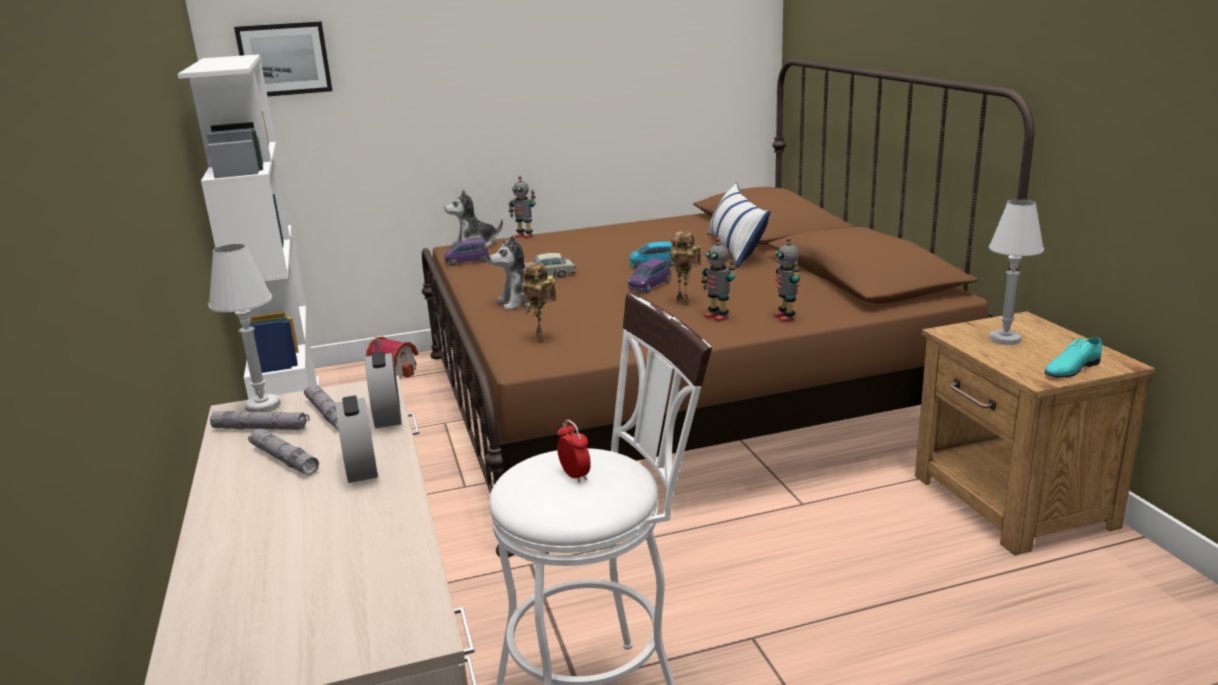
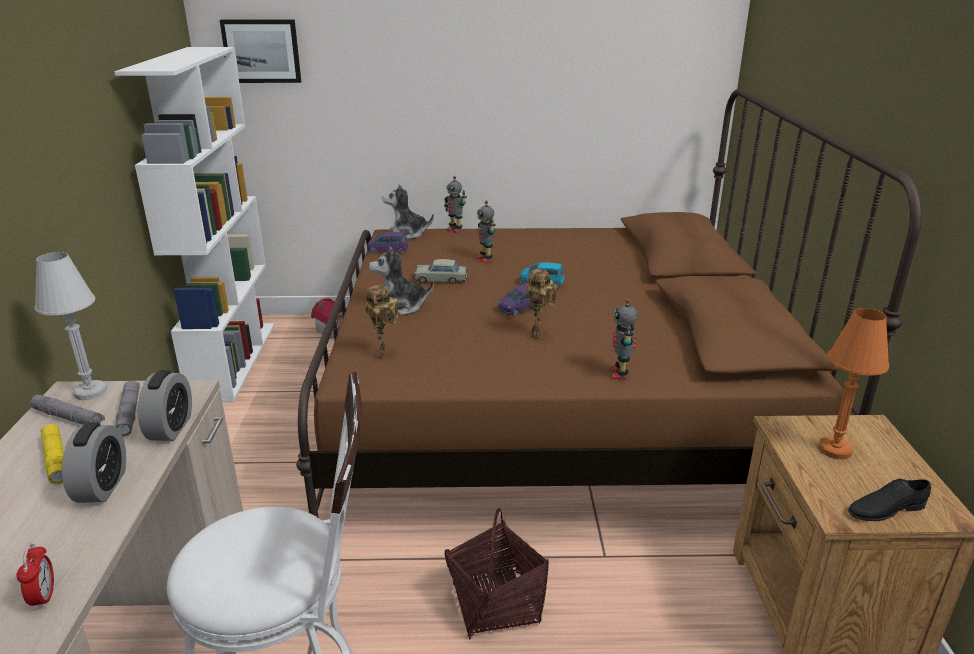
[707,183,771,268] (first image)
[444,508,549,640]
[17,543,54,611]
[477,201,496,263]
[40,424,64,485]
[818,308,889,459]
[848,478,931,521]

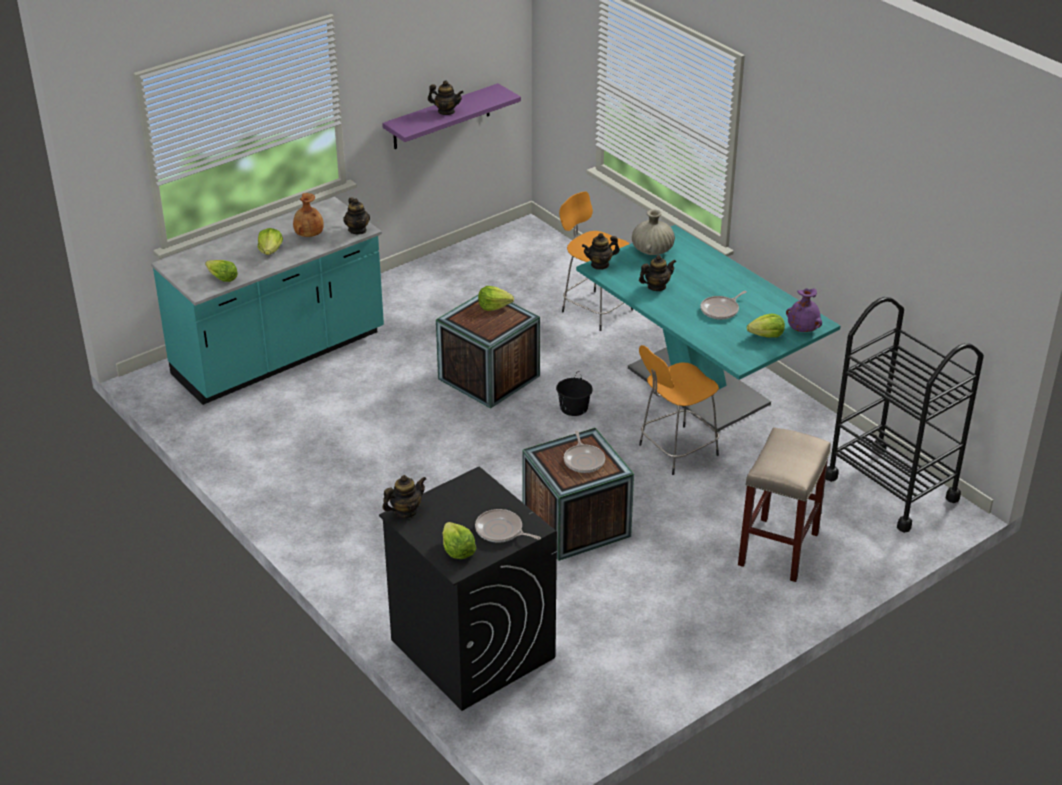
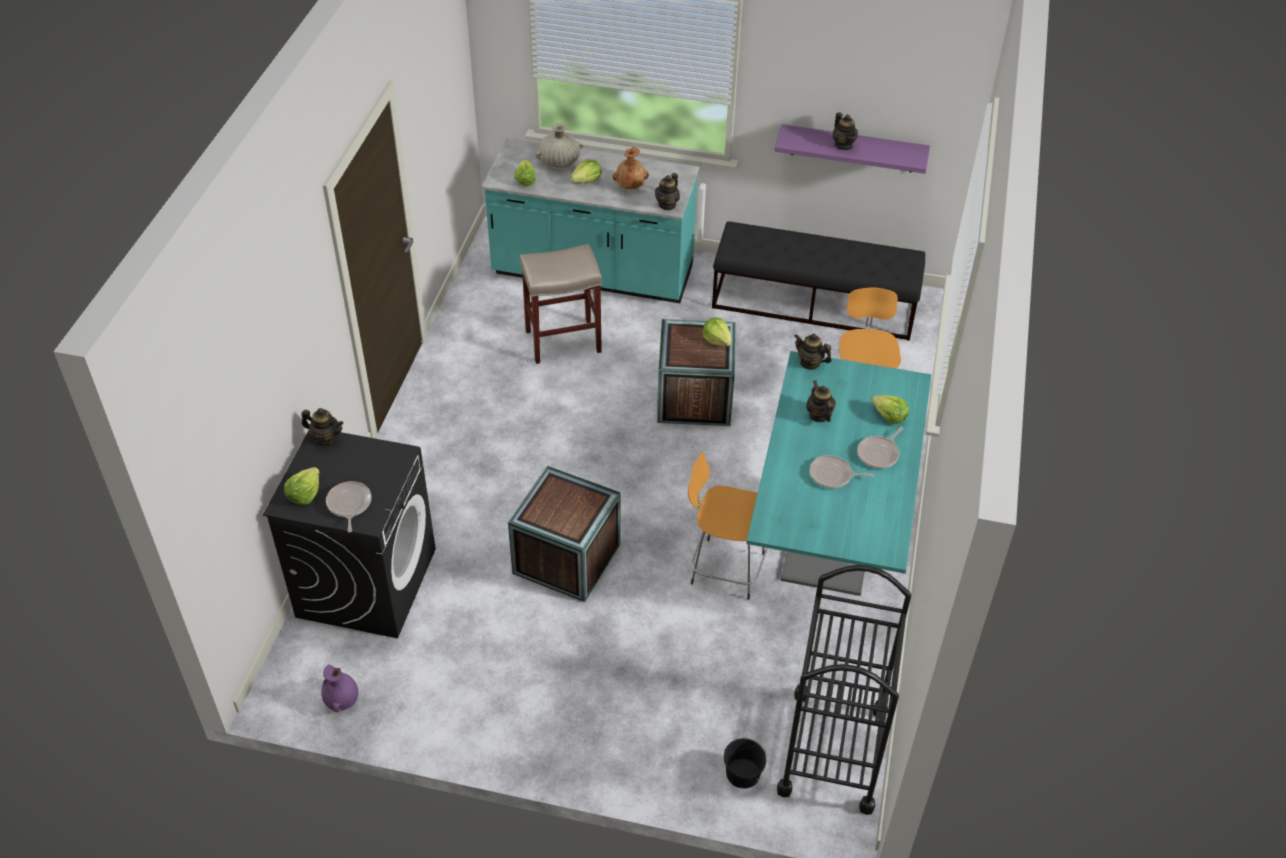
[712,221,925,341]
[724,738,766,789]
[857,427,903,469]
[535,123,583,168]
[520,244,602,364]
[871,395,909,424]
[321,664,358,712]
[806,380,836,422]

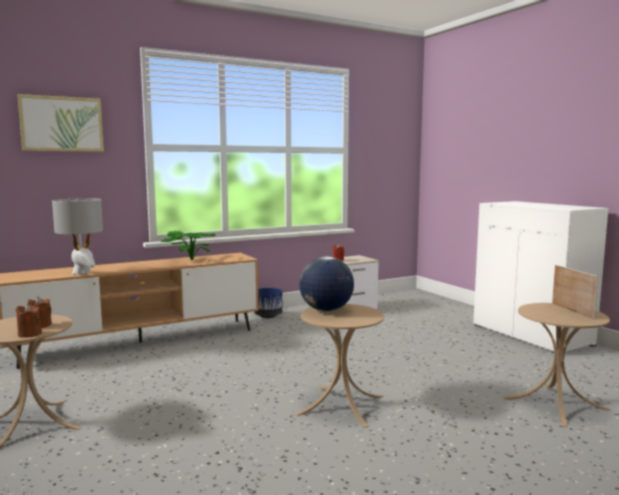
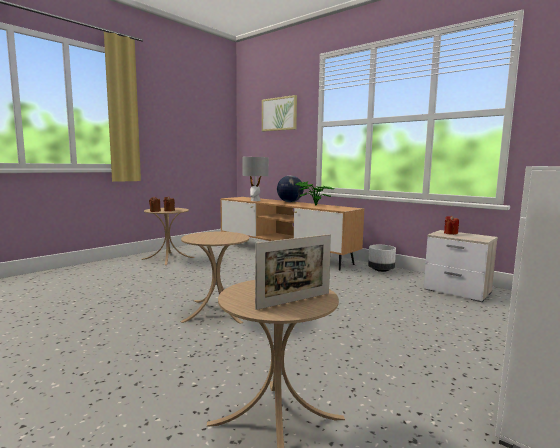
[277,175,304,202]
[368,245,396,272]

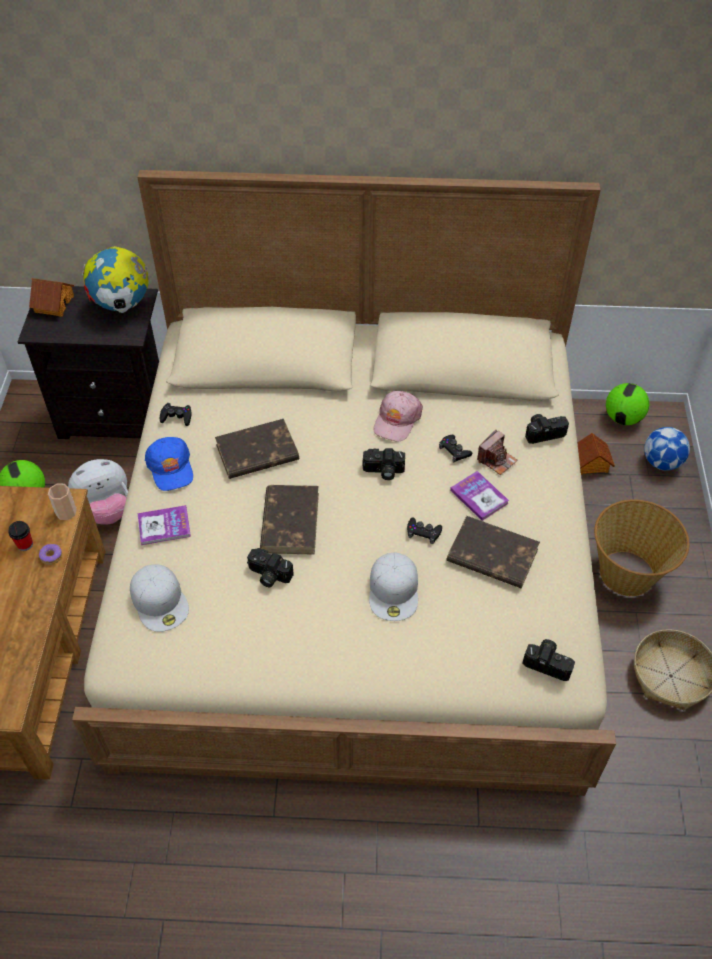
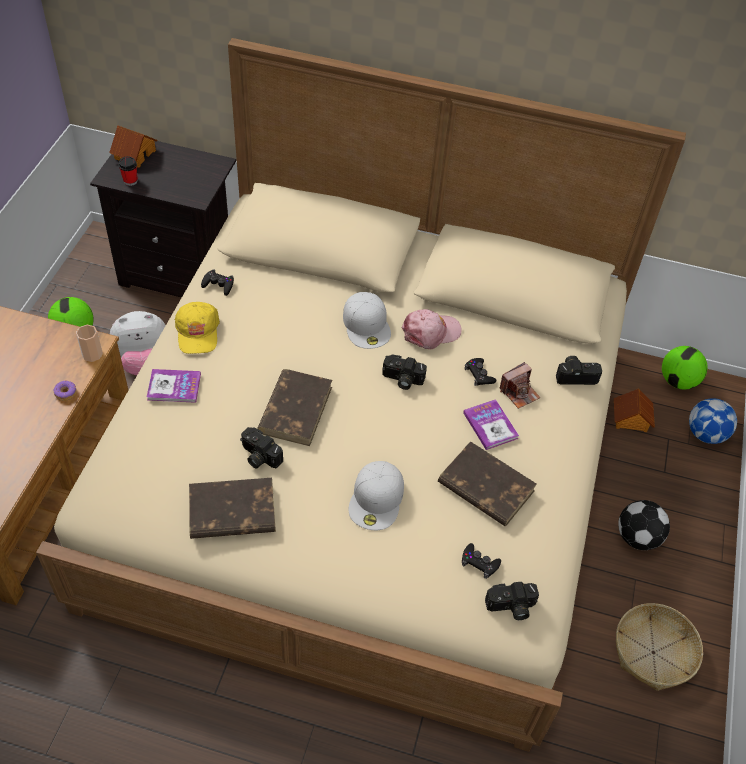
[82,246,149,313] (first image)
[118,156,138,186]
[343,292,391,349]
[189,478,276,539]
[462,543,501,579]
[618,500,670,550]
[174,302,220,354]
[402,309,462,349]
[485,582,539,620]

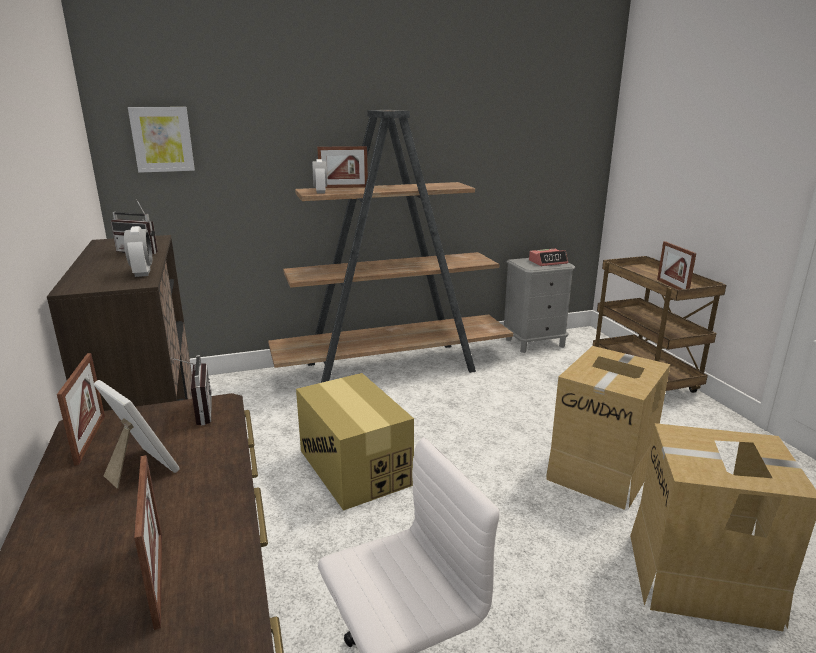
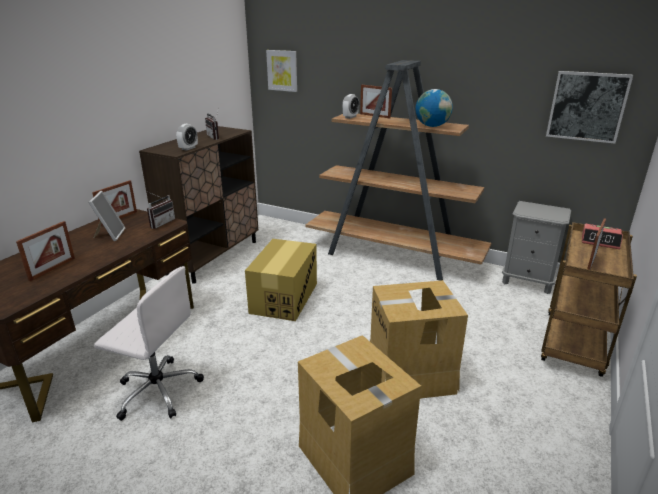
[415,89,453,127]
[546,71,633,144]
[582,224,623,249]

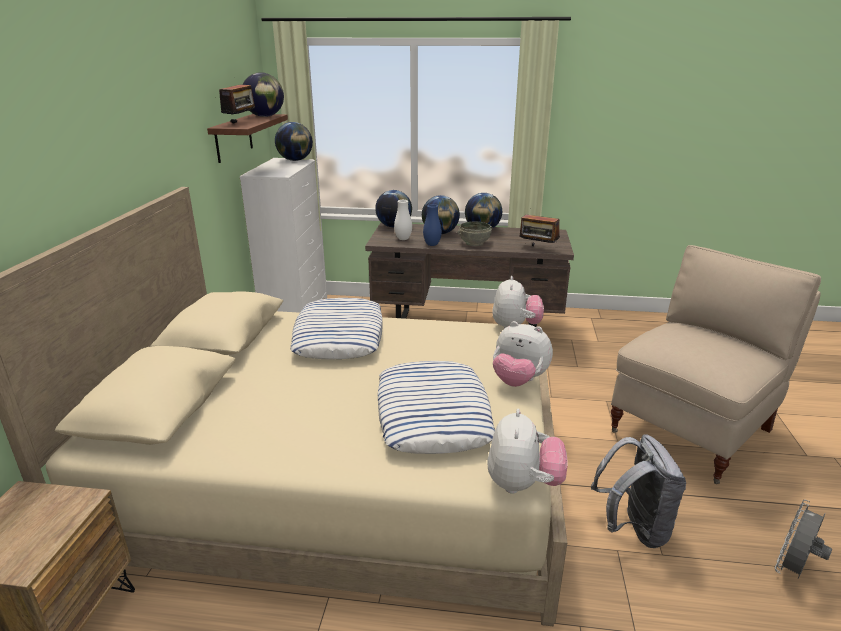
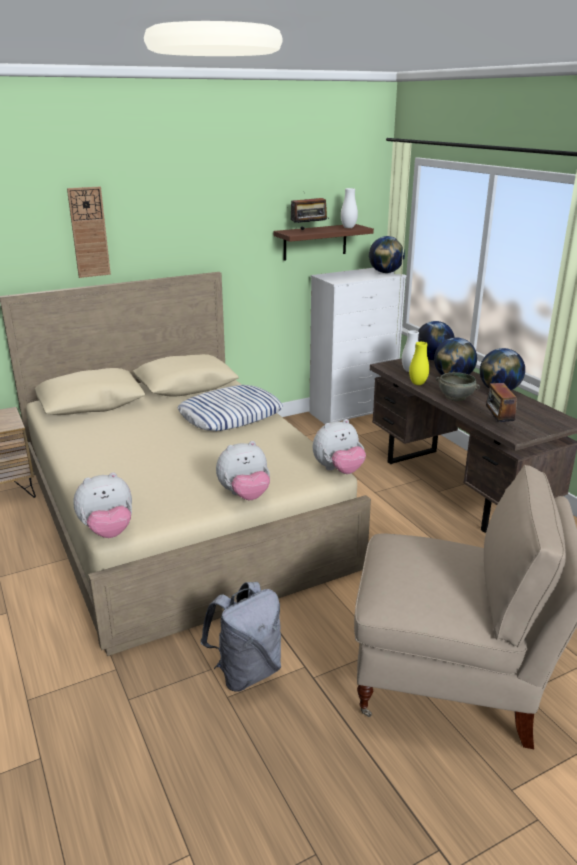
[378,361,495,454] (first image)
[775,500,832,579] (first image)
[67,187,111,278]
[341,188,358,228]
[409,342,429,385]
[216,441,270,500]

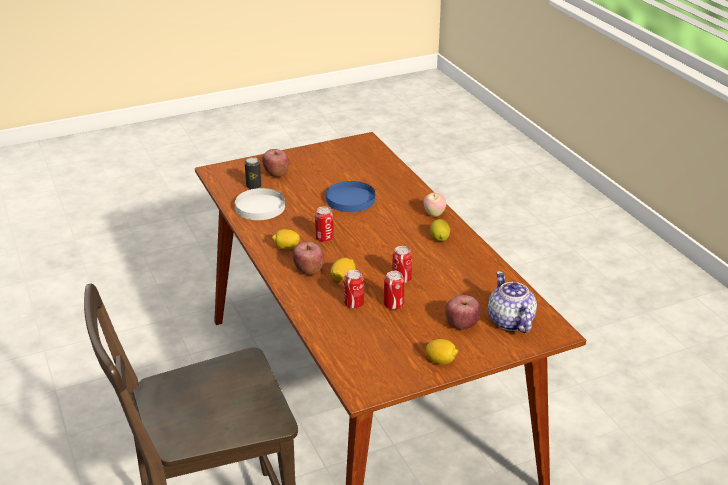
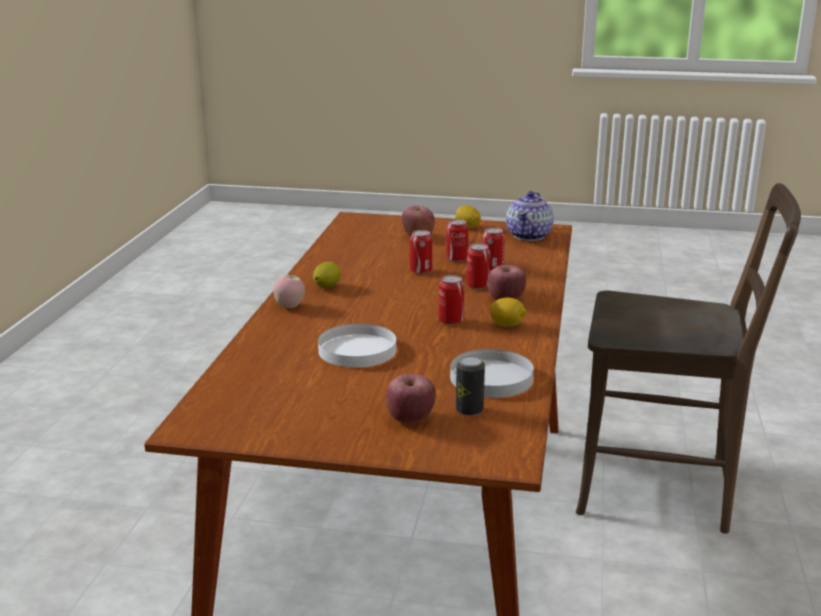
[506,191,554,241]
[466,243,490,289]
[318,324,396,368]

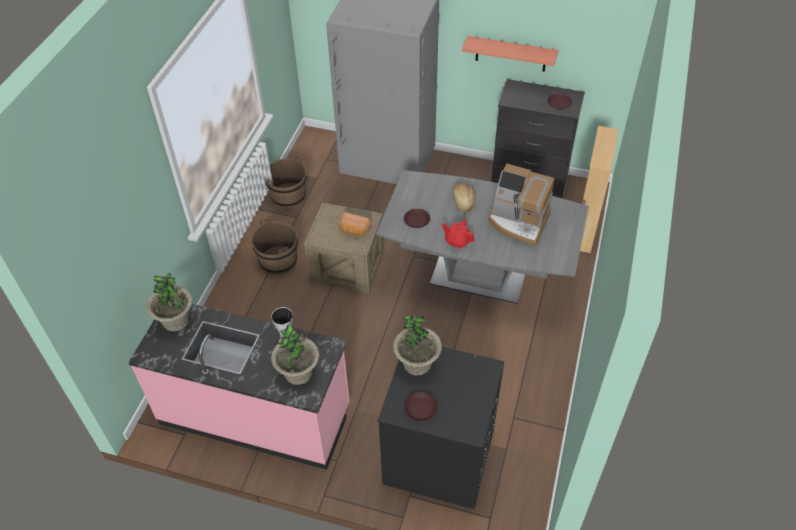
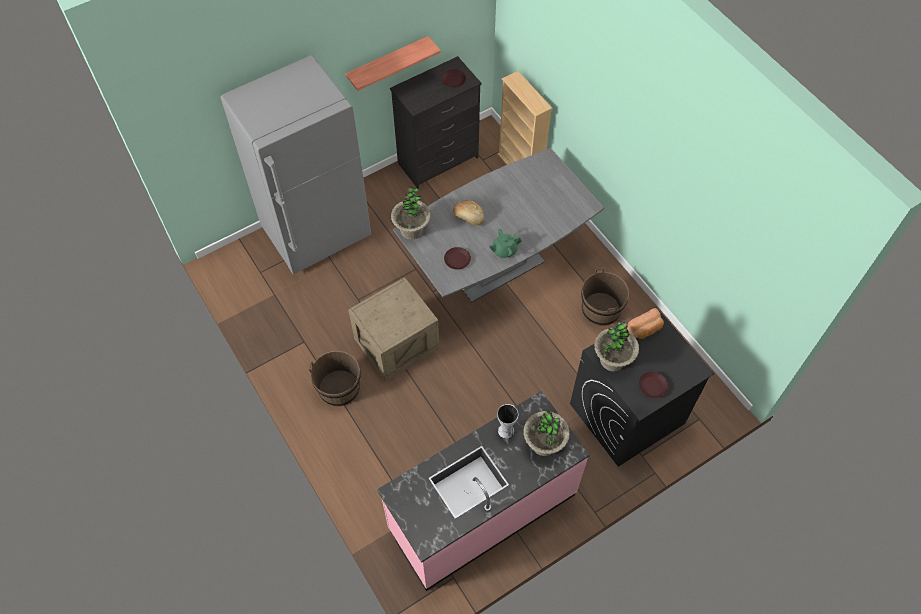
[488,164,554,247] (first image)
[391,187,431,240]
[581,268,629,326]
[627,308,664,339]
[489,229,522,258]

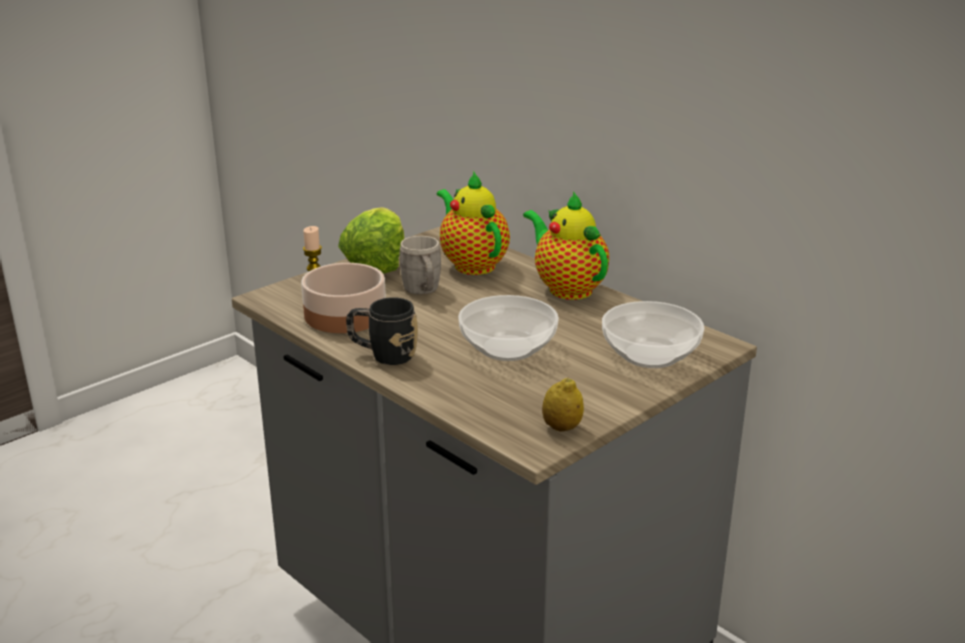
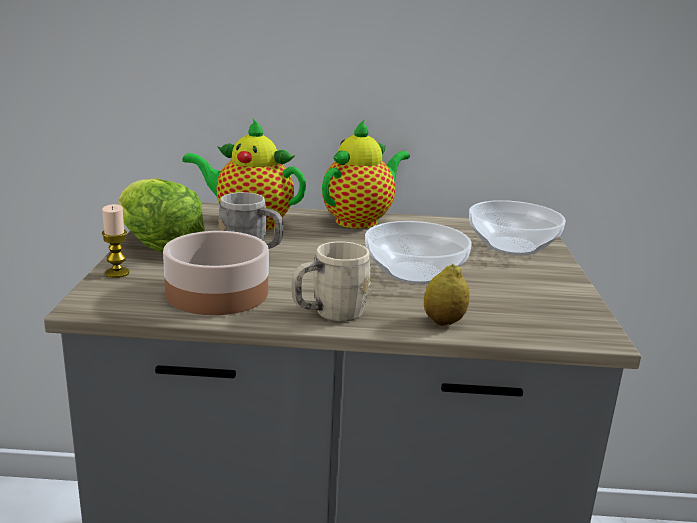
[424,264,470,326]
[291,242,371,322]
[322,119,410,229]

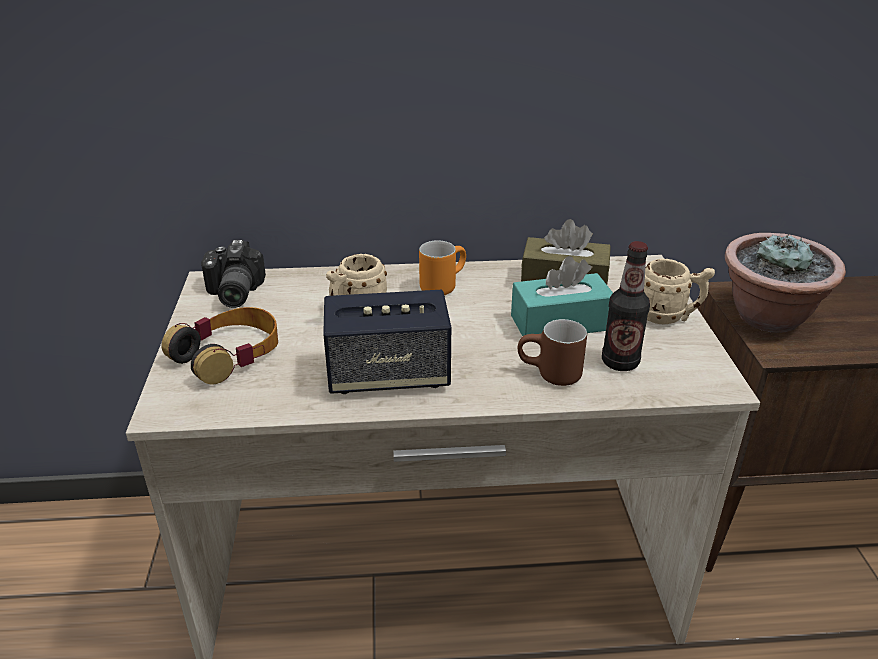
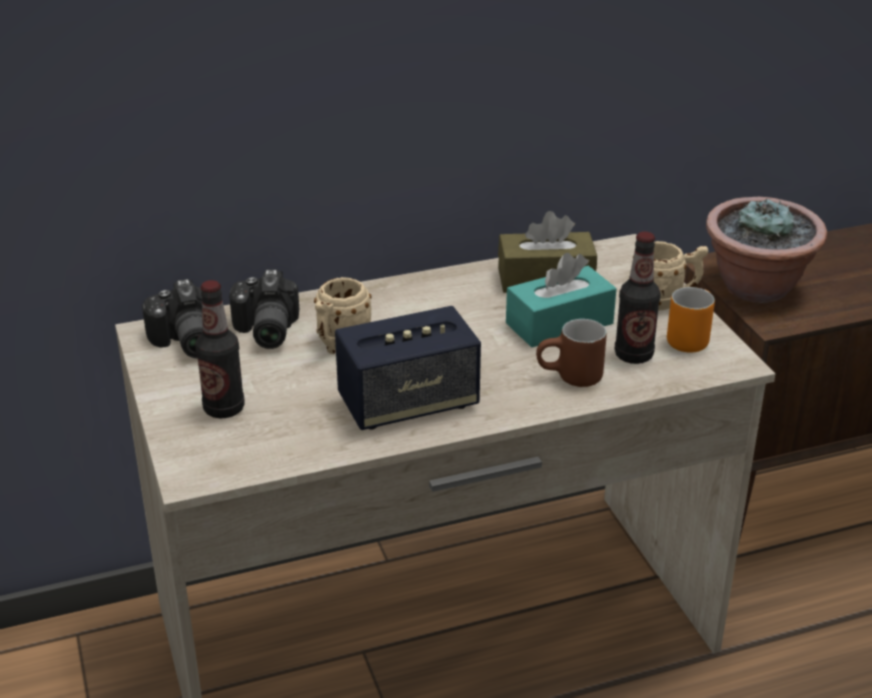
[229,269,299,349]
[667,287,715,353]
[195,280,245,418]

